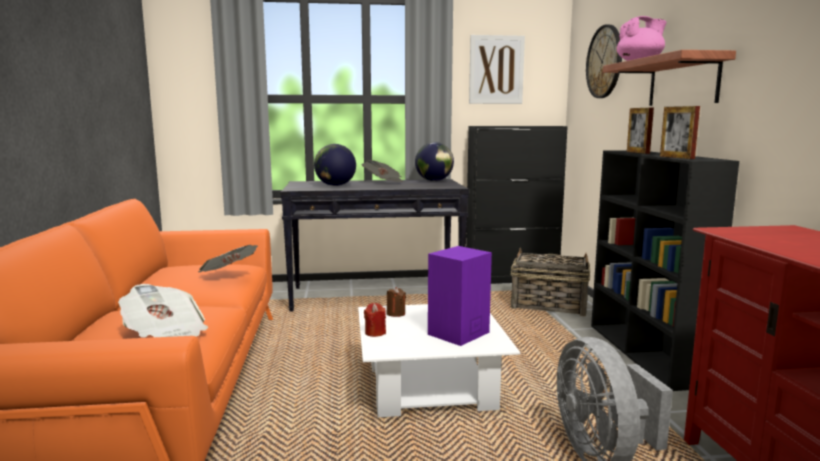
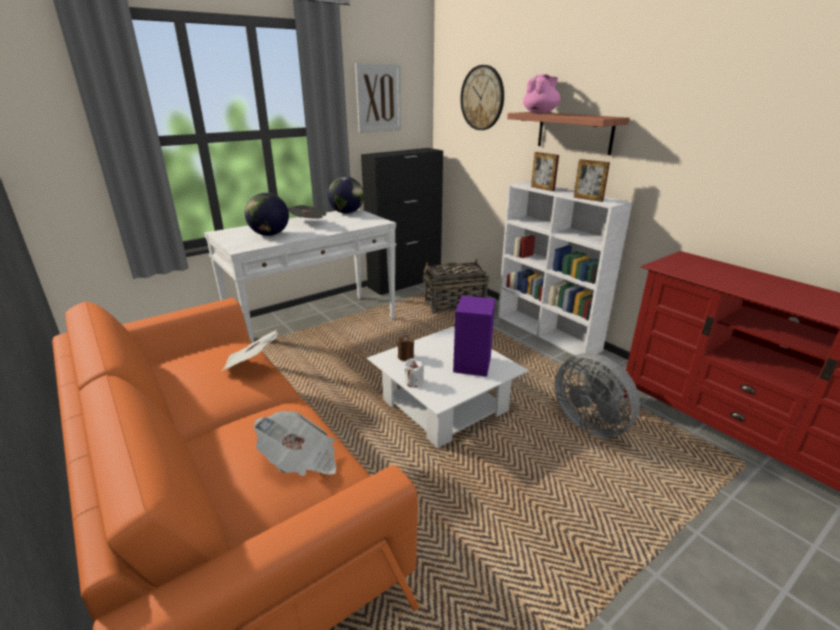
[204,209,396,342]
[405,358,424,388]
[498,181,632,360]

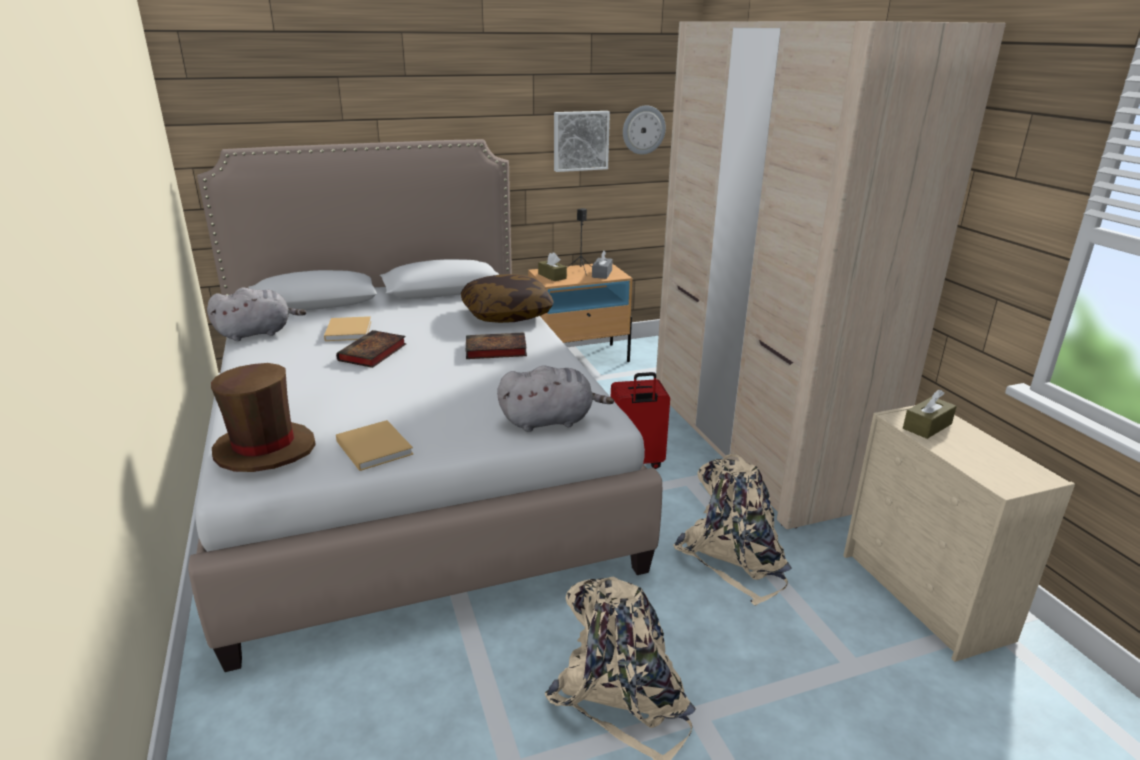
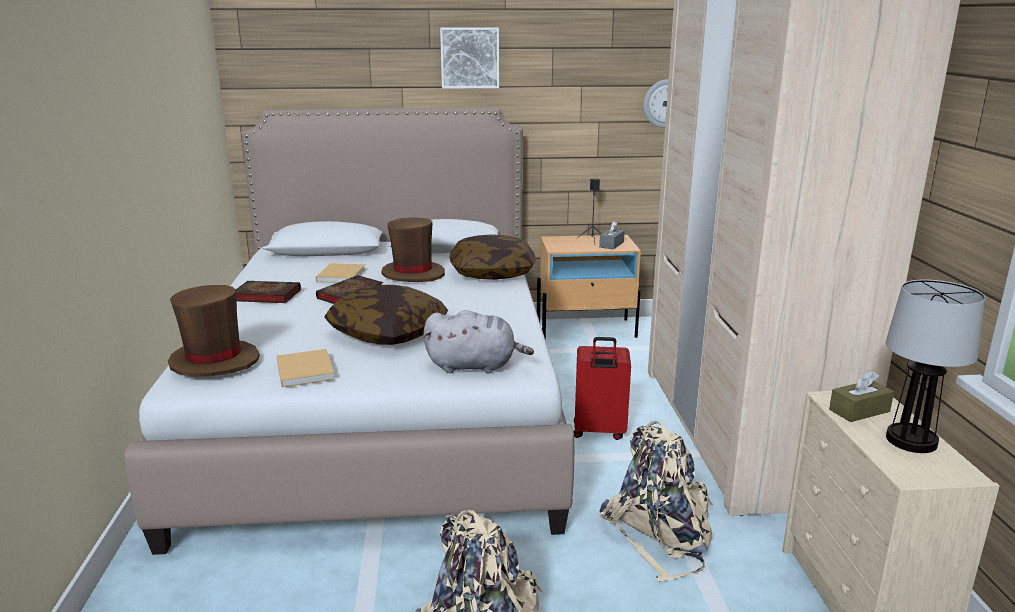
[207,288,306,341] (first image)
[538,252,567,281] (first image)
[324,285,448,345]
[381,217,445,282]
[886,280,986,453]
[236,281,301,303]
[440,27,499,89]

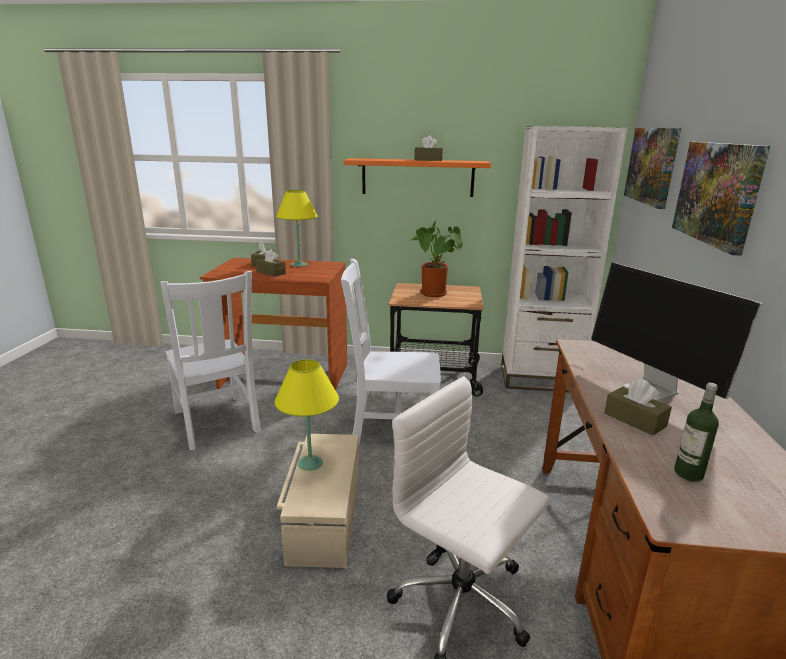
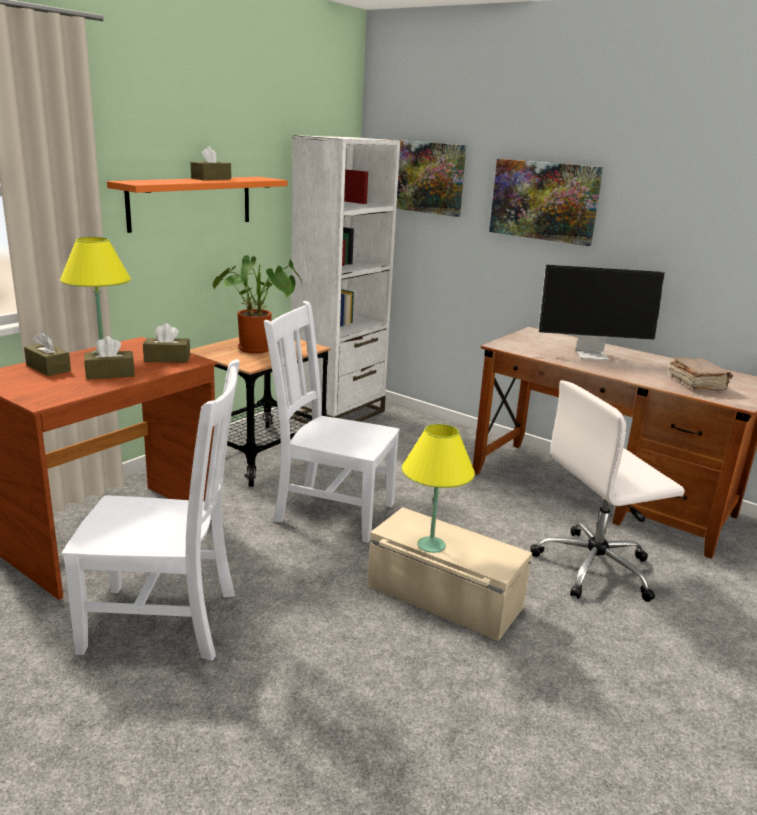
[143,323,190,362]
[669,357,733,391]
[264,301,400,543]

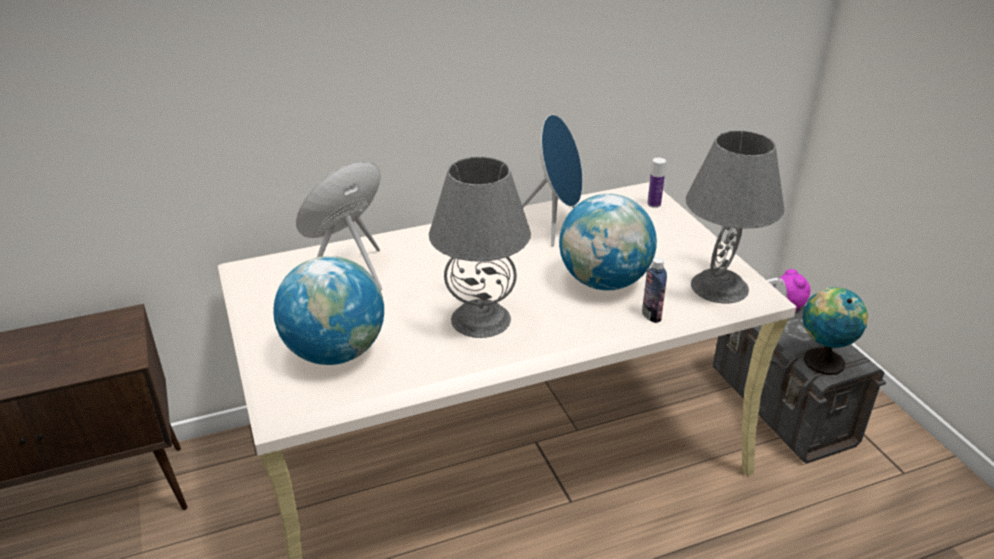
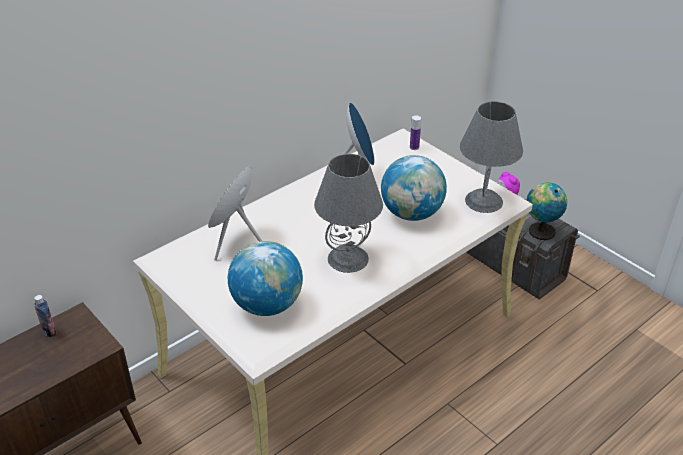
[34,295,56,337]

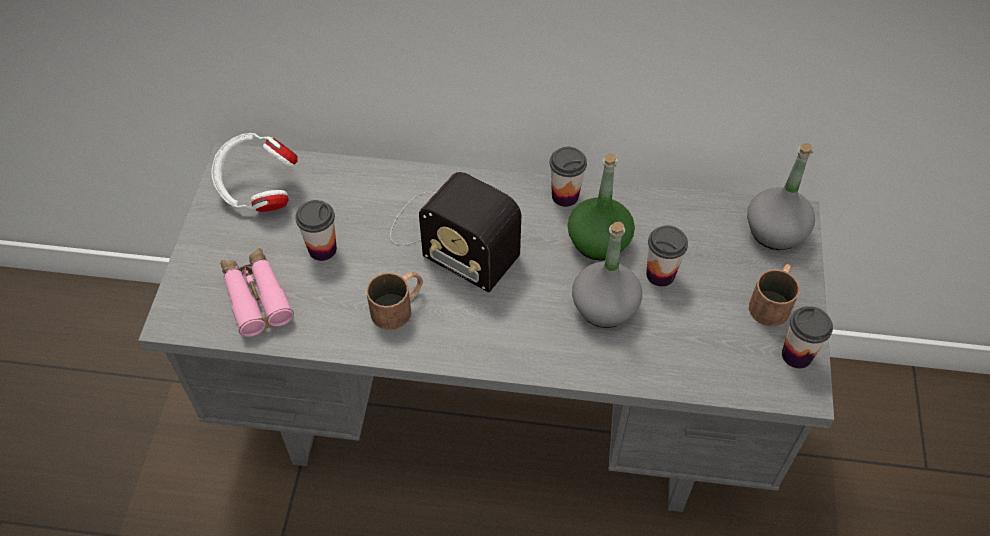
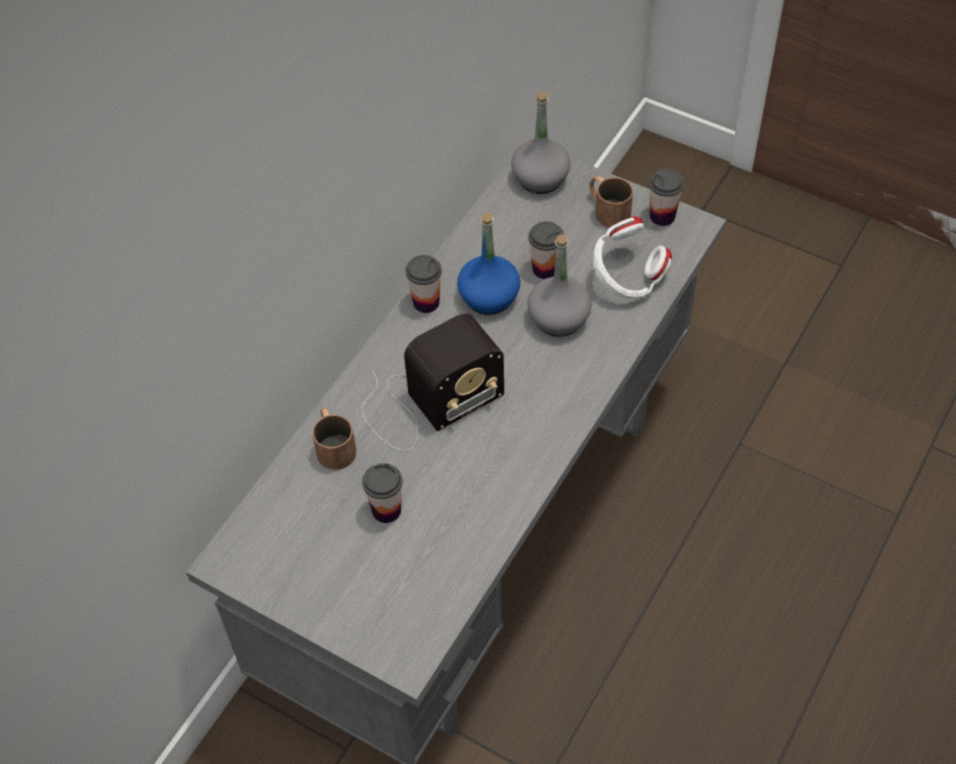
[221,248,294,337] (first image)
[593,216,672,299]
[312,407,356,470]
[457,213,520,315]

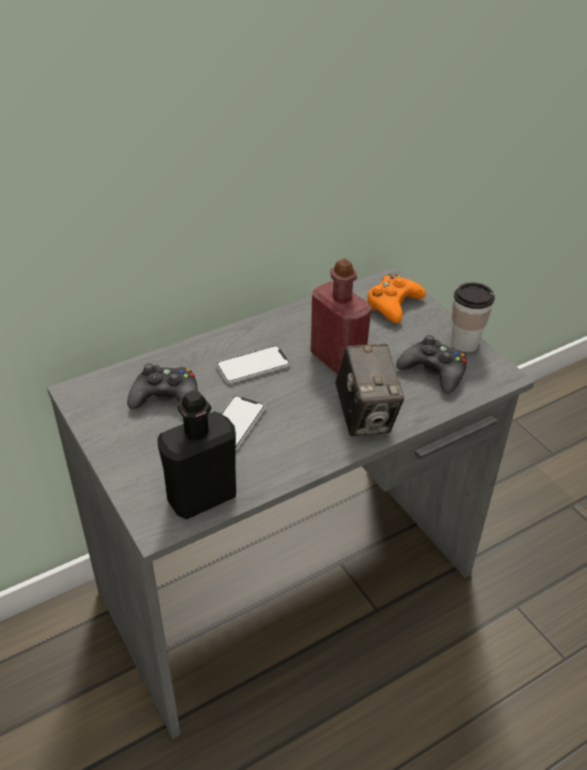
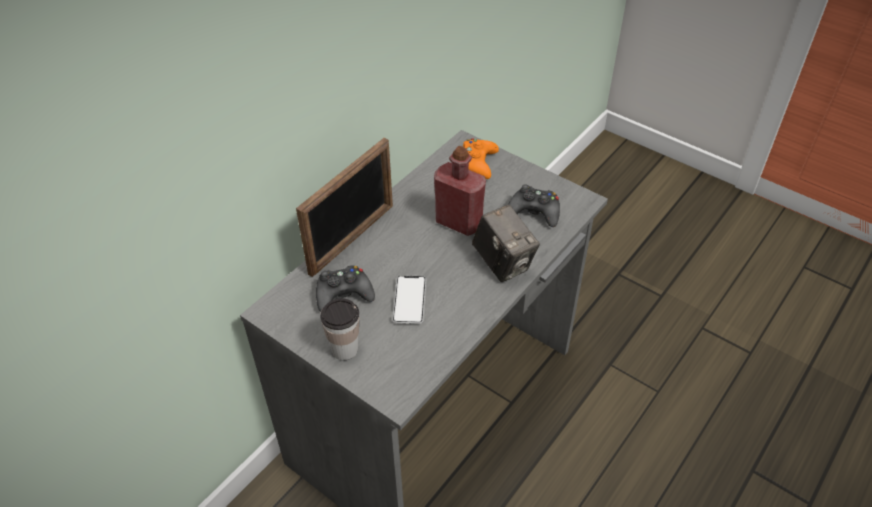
[157,390,236,519] (first image)
[216,346,291,384] (first image)
[296,137,393,277]
[320,298,359,360]

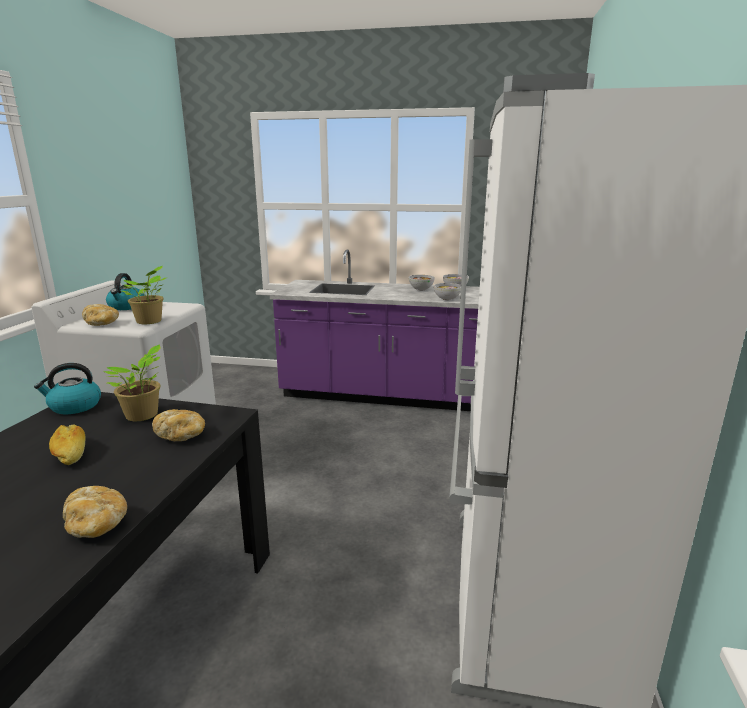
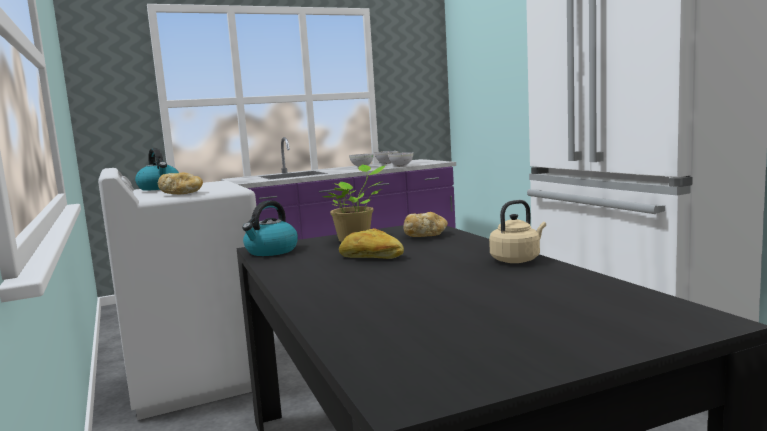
[122,266,166,324] (first image)
[489,200,546,263]

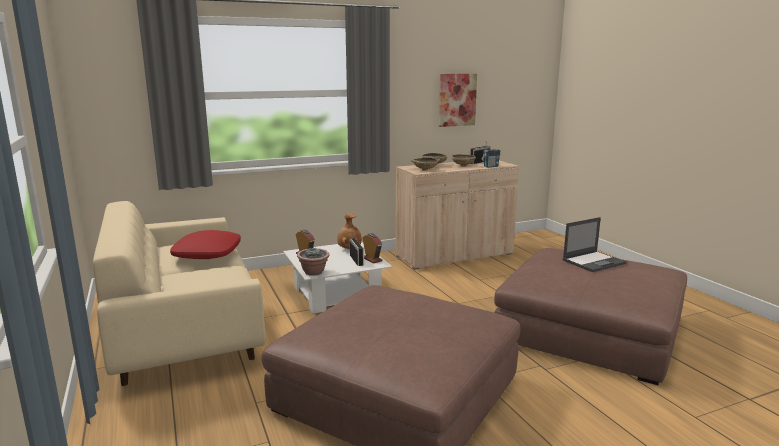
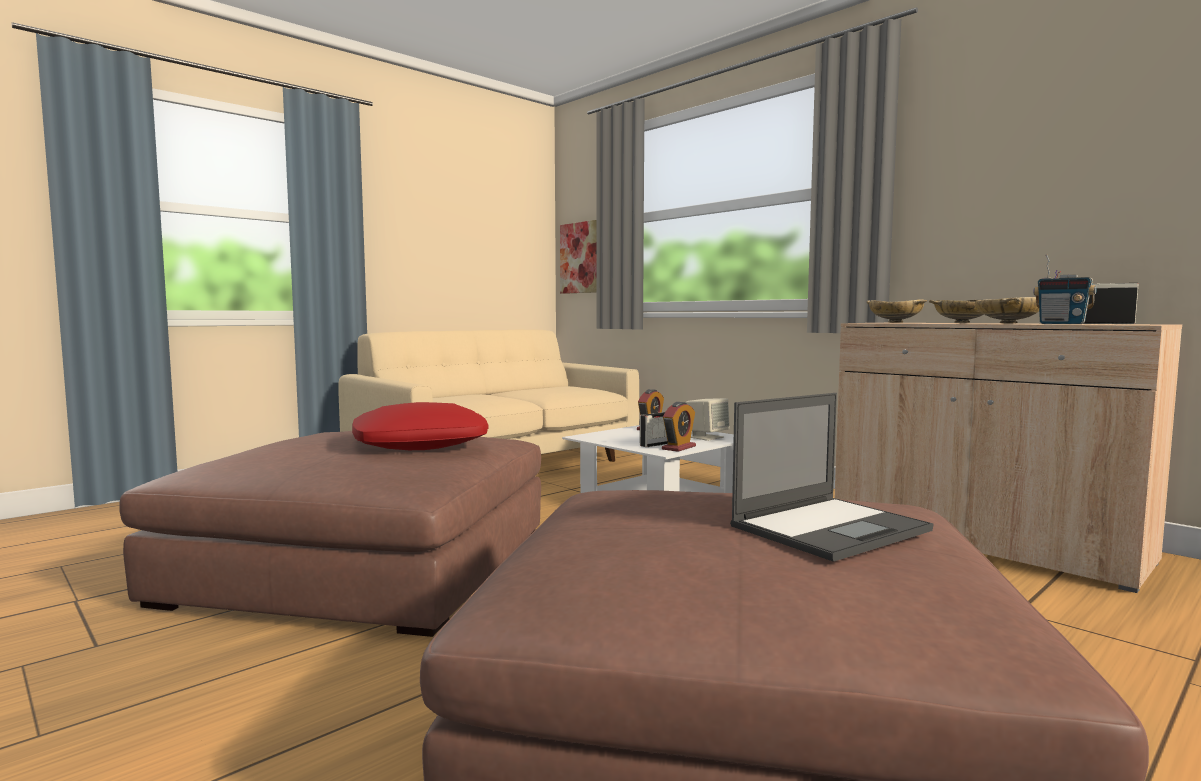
[297,247,330,276] (first image)
[352,402,488,450]
[560,220,596,294]
[686,398,730,441]
[730,393,933,562]

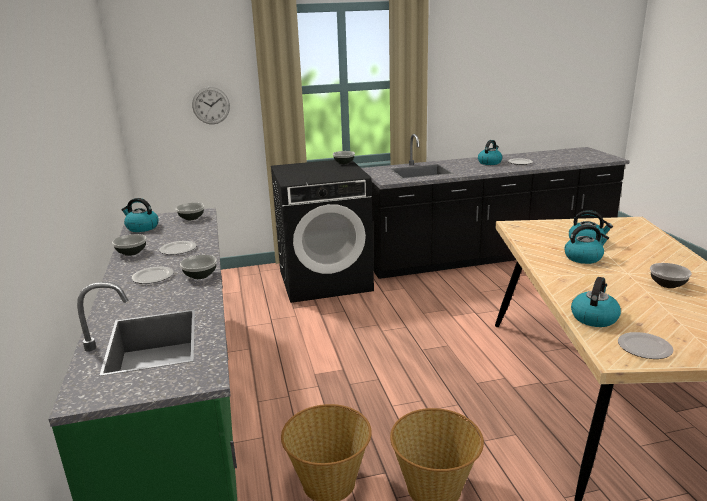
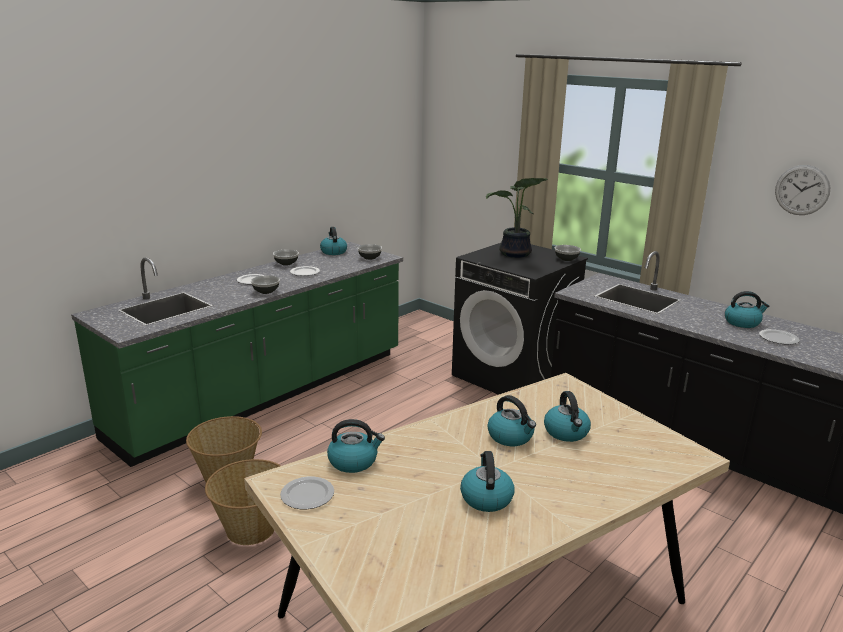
[486,178,548,258]
[775,165,831,215]
[460,451,514,512]

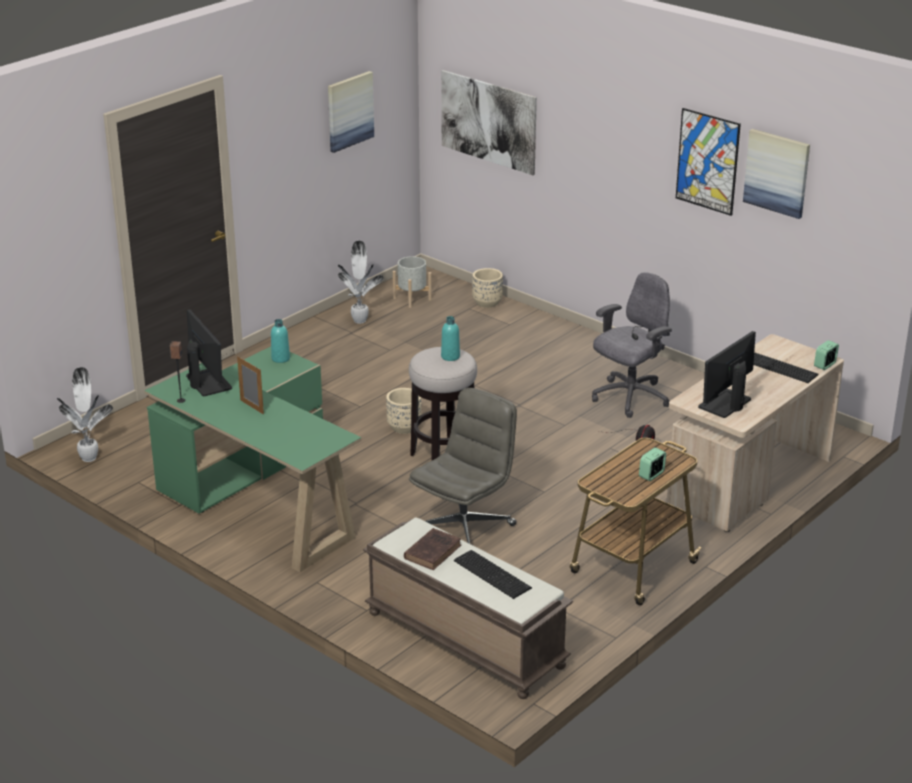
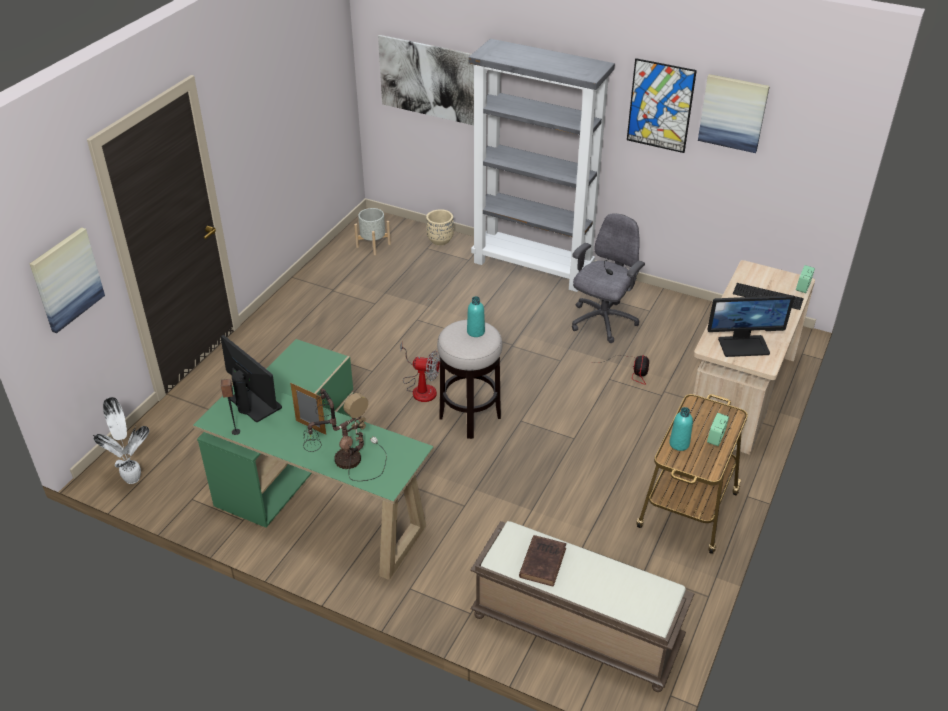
[338,241,384,324] (first image)
[409,388,517,544] (first image)
[454,550,532,599] (first image)
[303,388,387,481]
[469,39,615,292]
[670,407,693,451]
[30,227,105,333]
[400,342,440,402]
[707,295,794,357]

